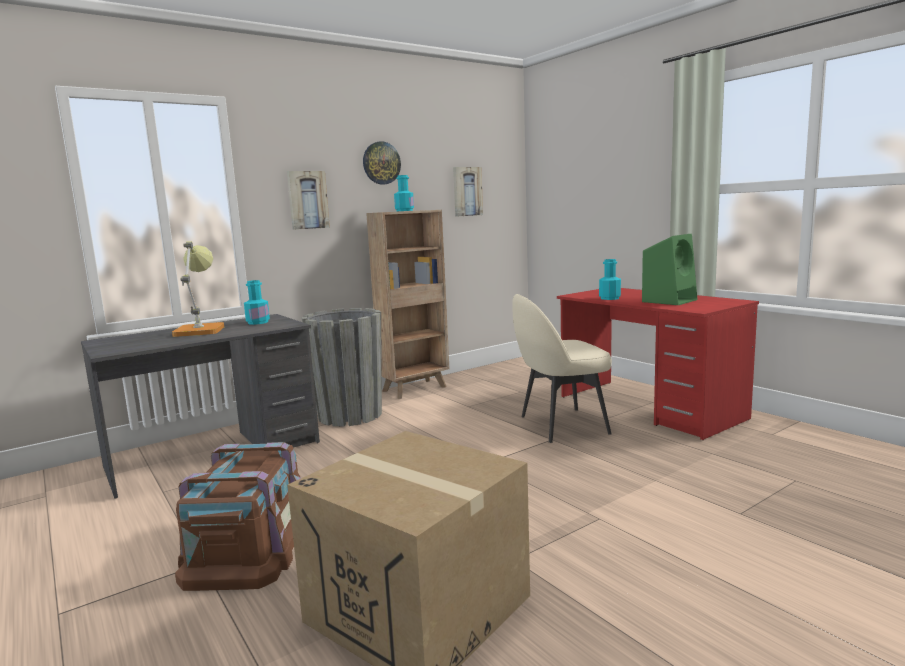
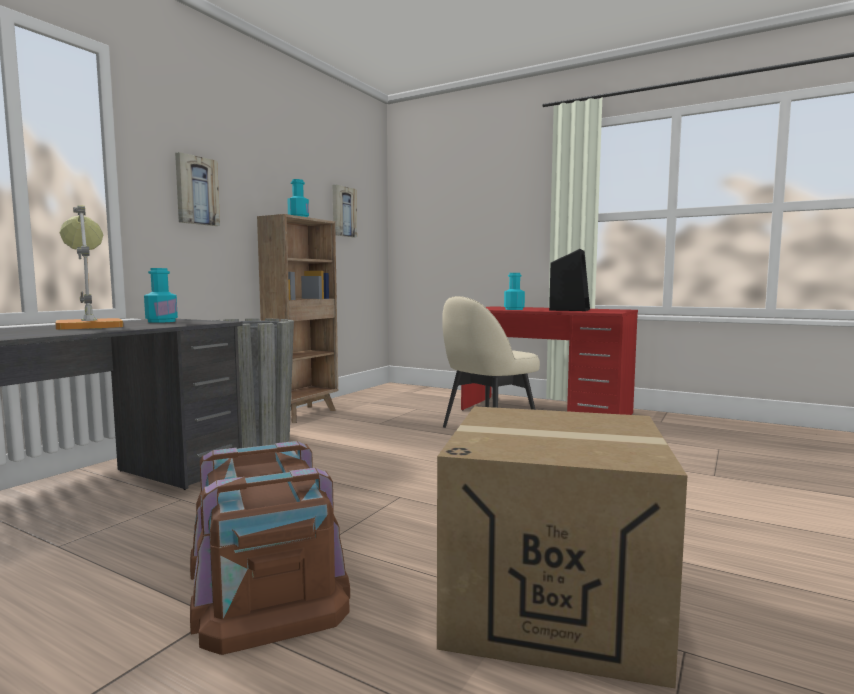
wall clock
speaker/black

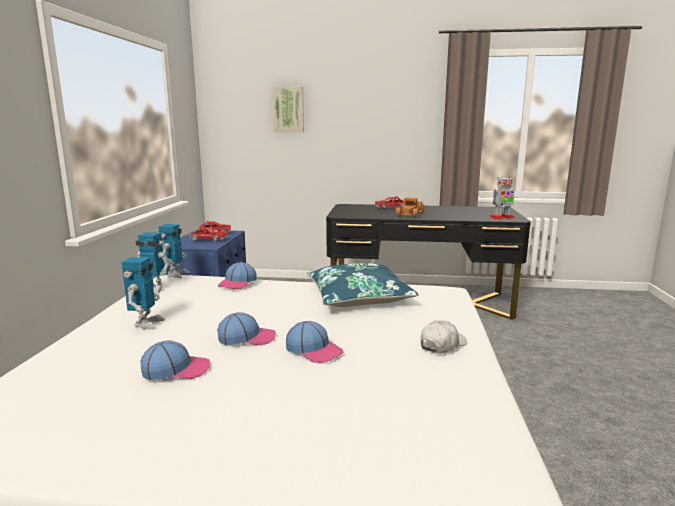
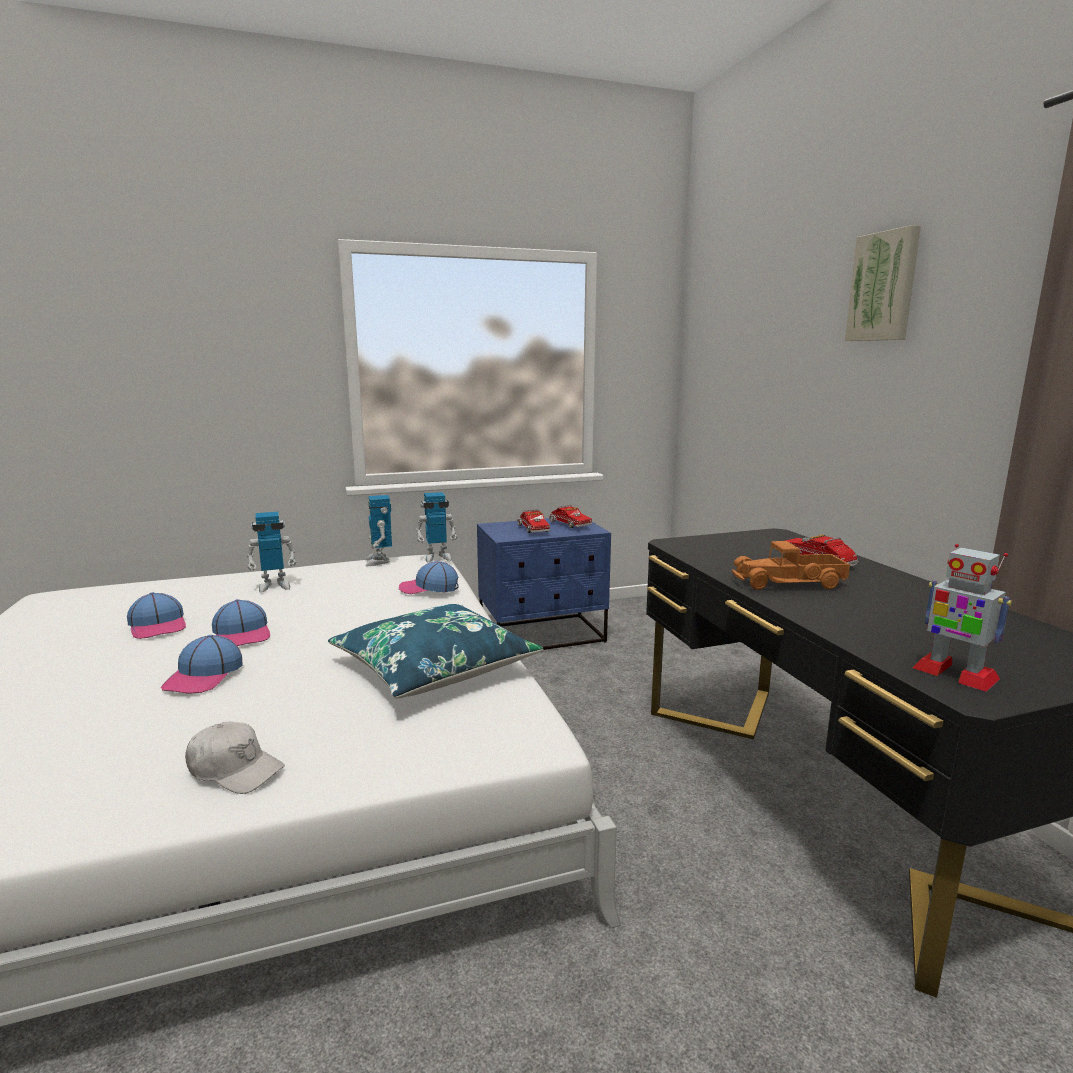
picture

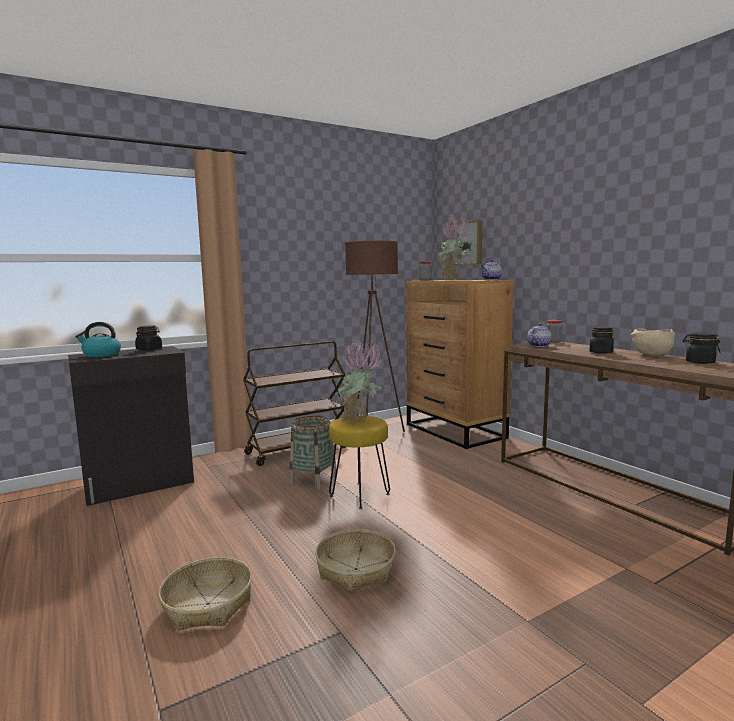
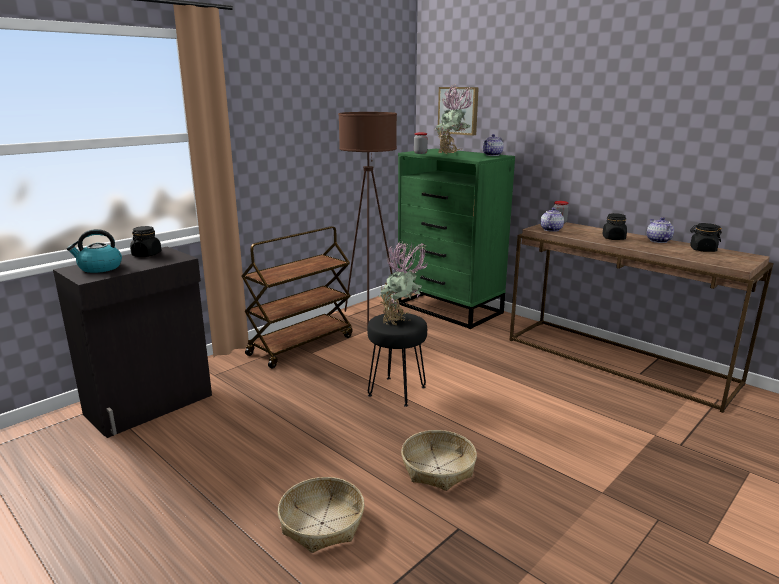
basket (no. 2 from left in the first image)
teapot (no. 3 from left)
stool/black
dresser/green

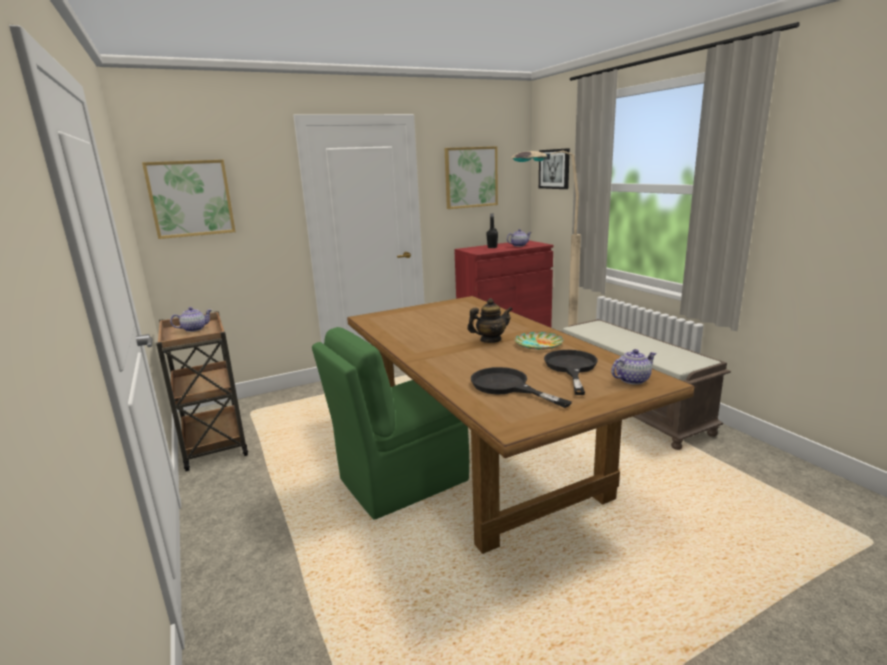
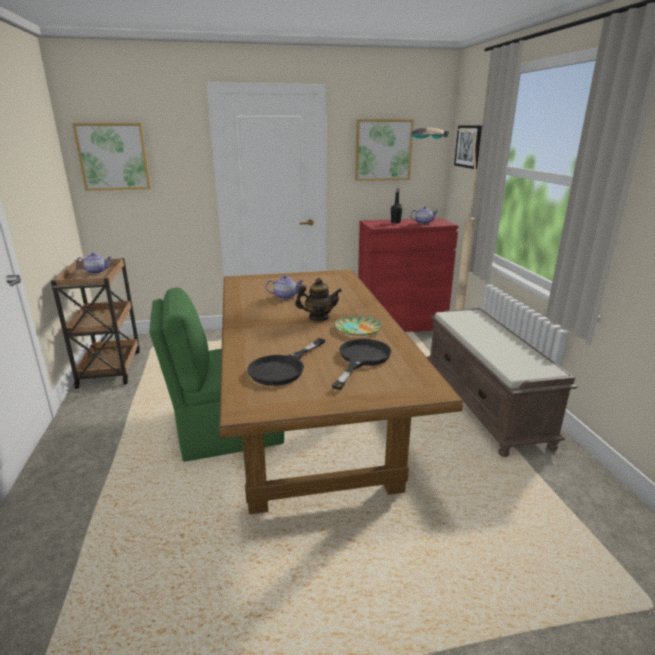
teapot (no. 2 from left)
frying pan/black (no. 1 from left)

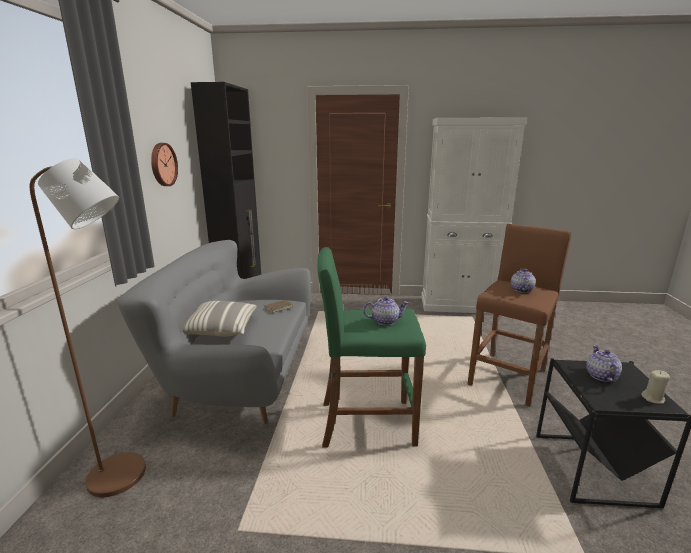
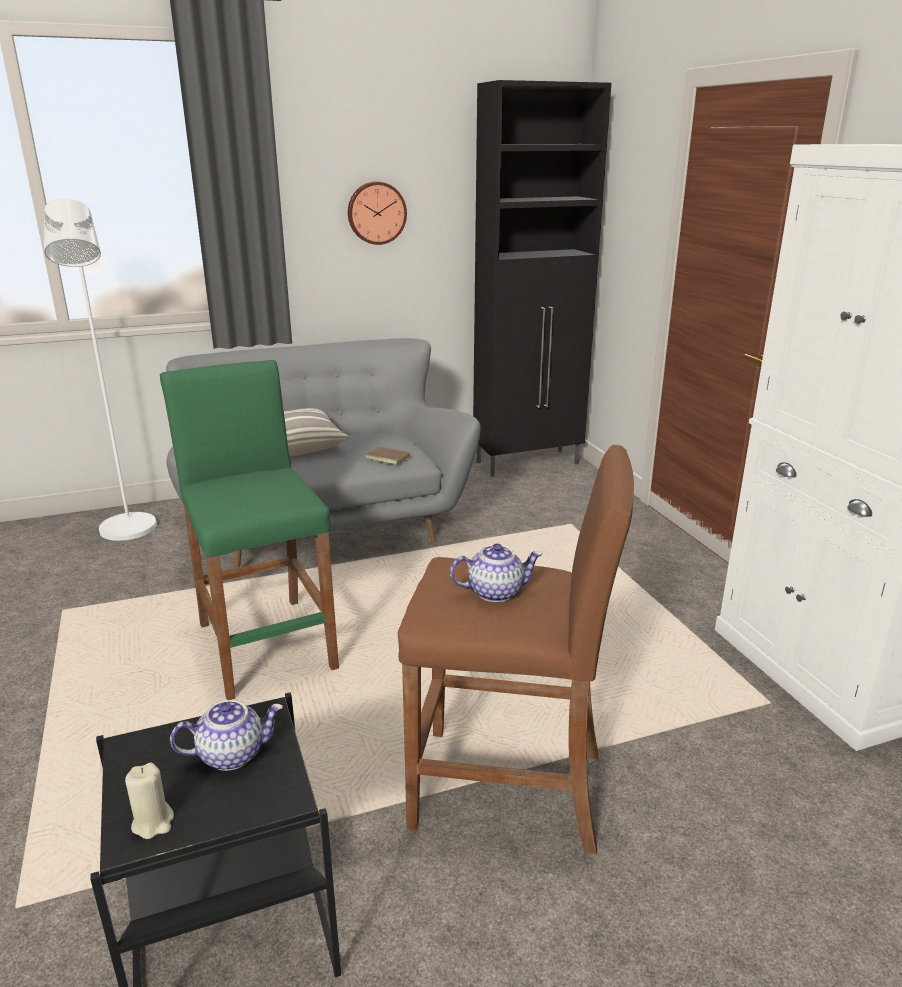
teapot (no. 1 from left in the first image)
floor lamp/white

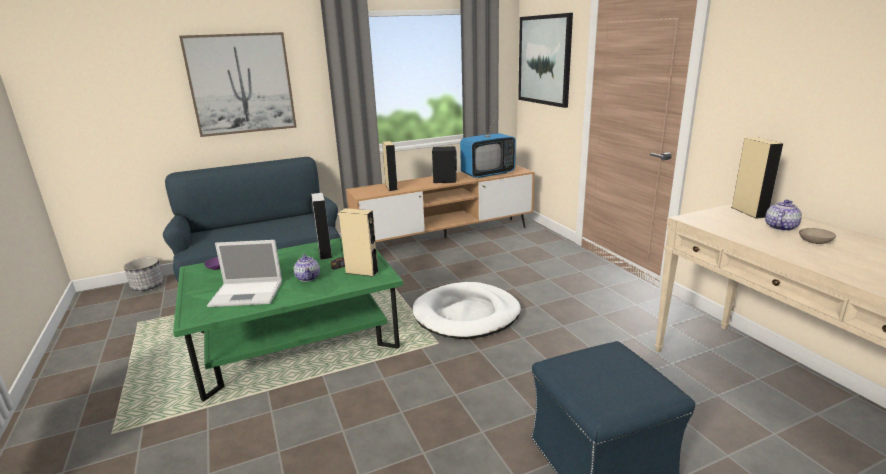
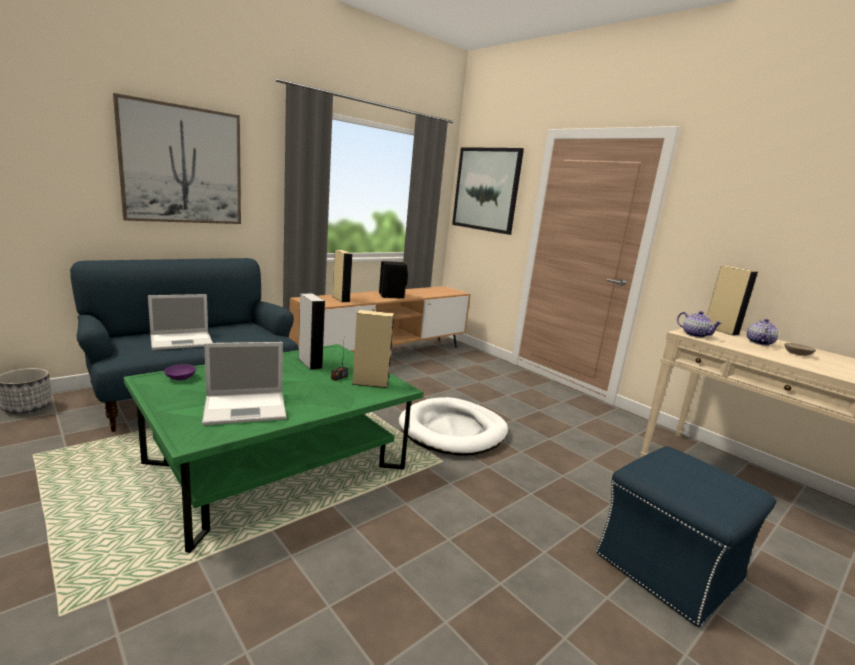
television
laptop (no. 1 from left)
teapot (no. 1 from left)

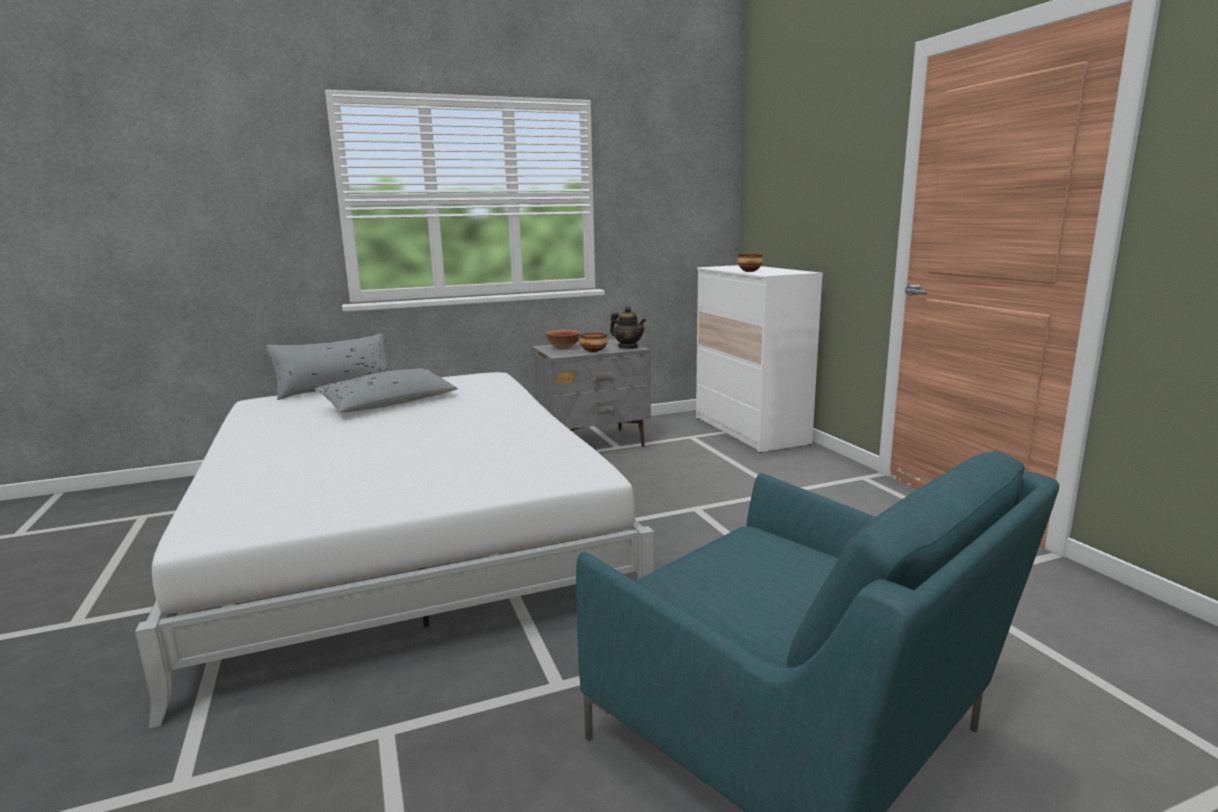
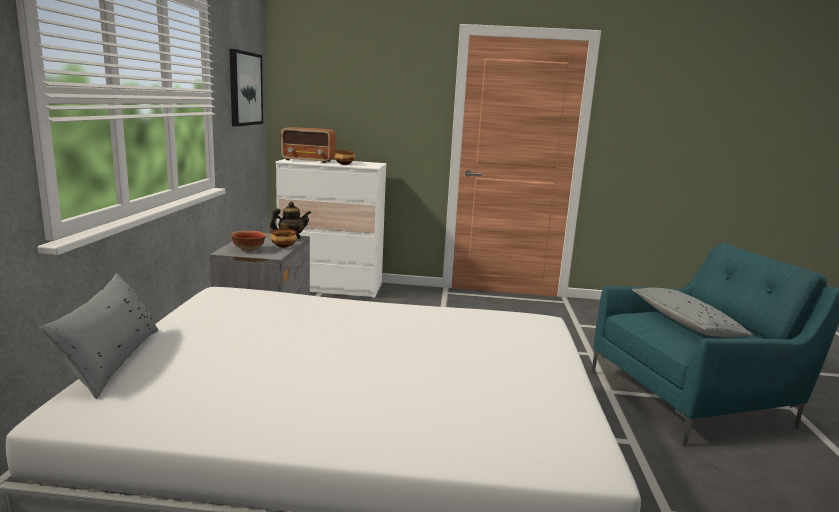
picture
radio
pillow/grey (no. 2 from left)

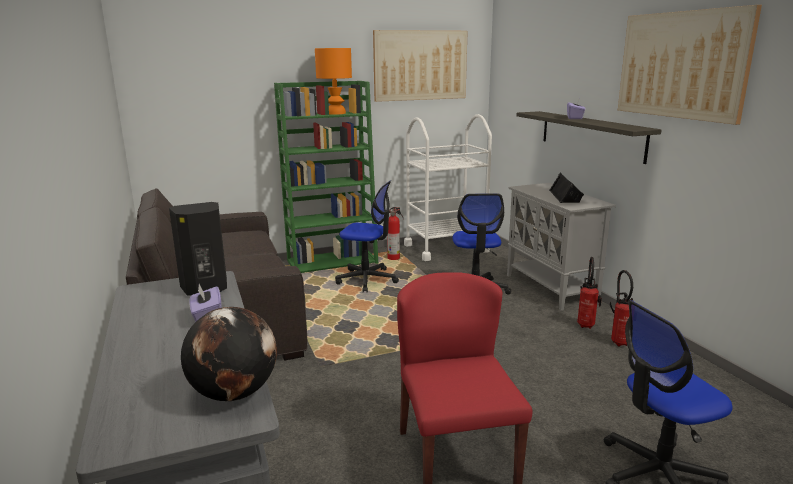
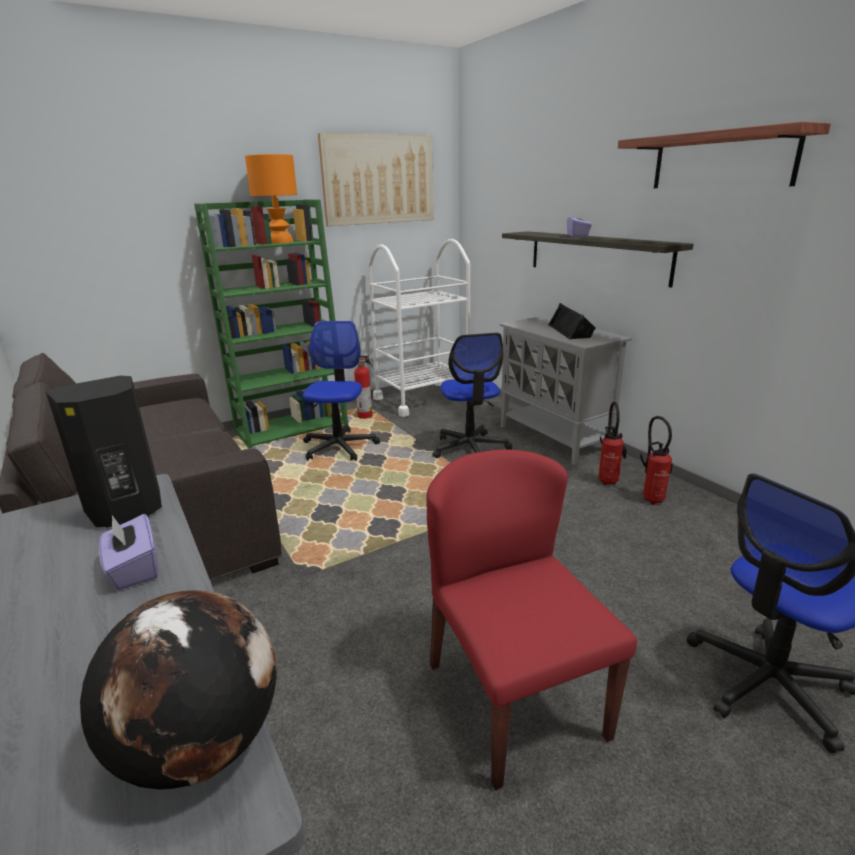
shelf (no. 2 from left)
office chair (no. 1 from left)

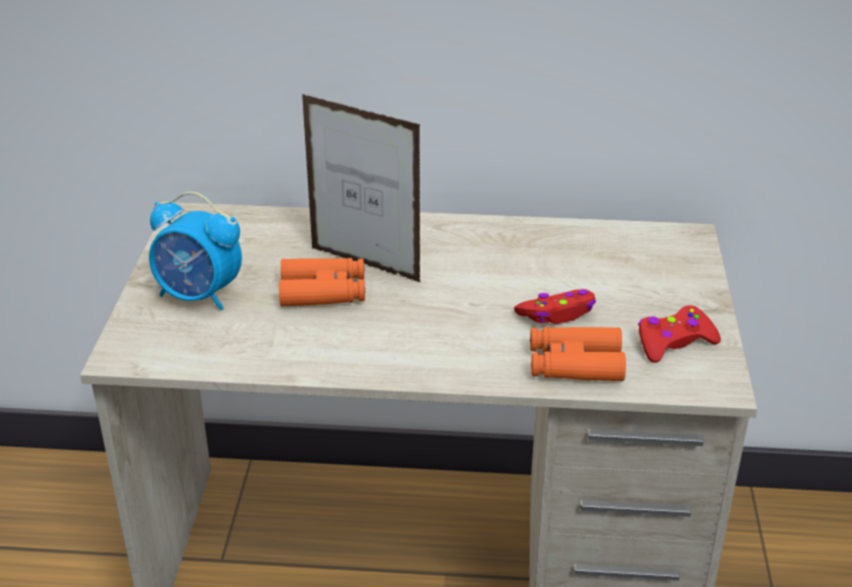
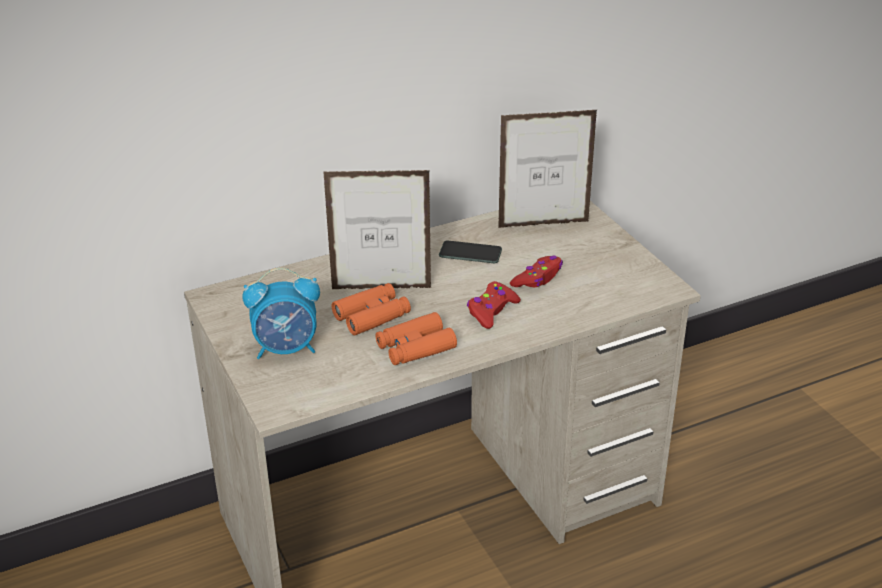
phone
picture frame (no. 2 from left)
binoculars/orange (no. 2 from left)
game controller/red (no. 1 from left)

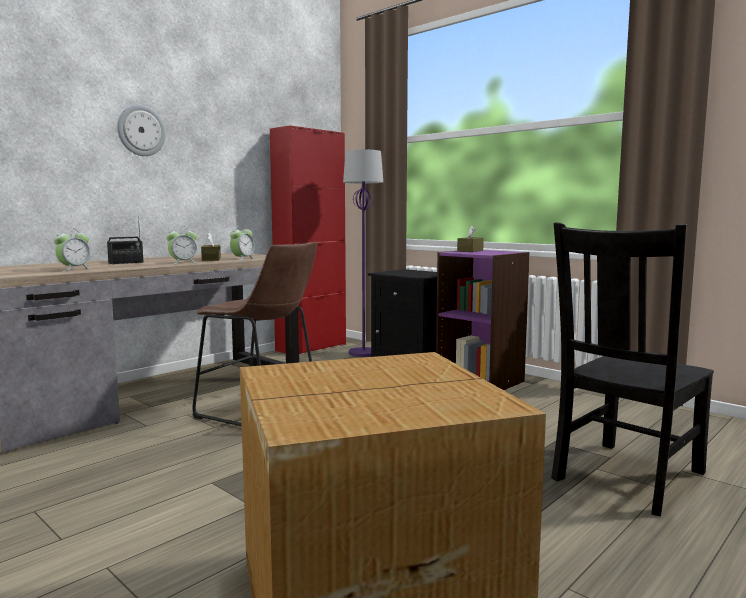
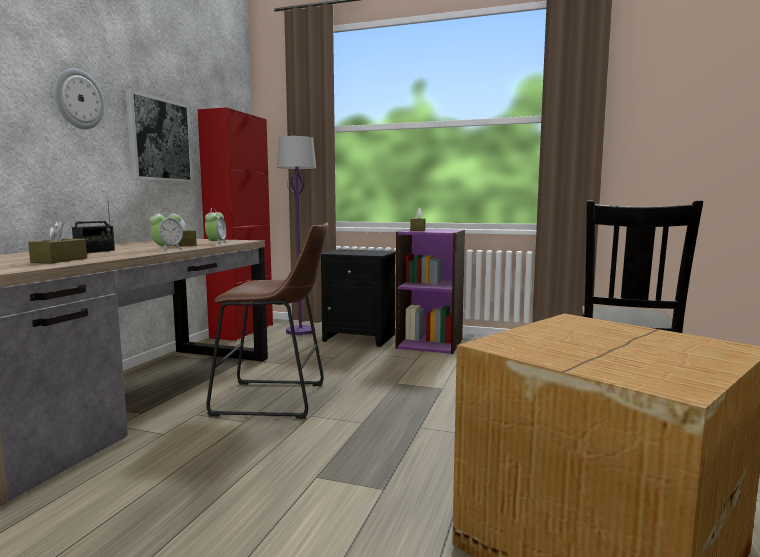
picture
tissue box/brown (no. 1 from left)

